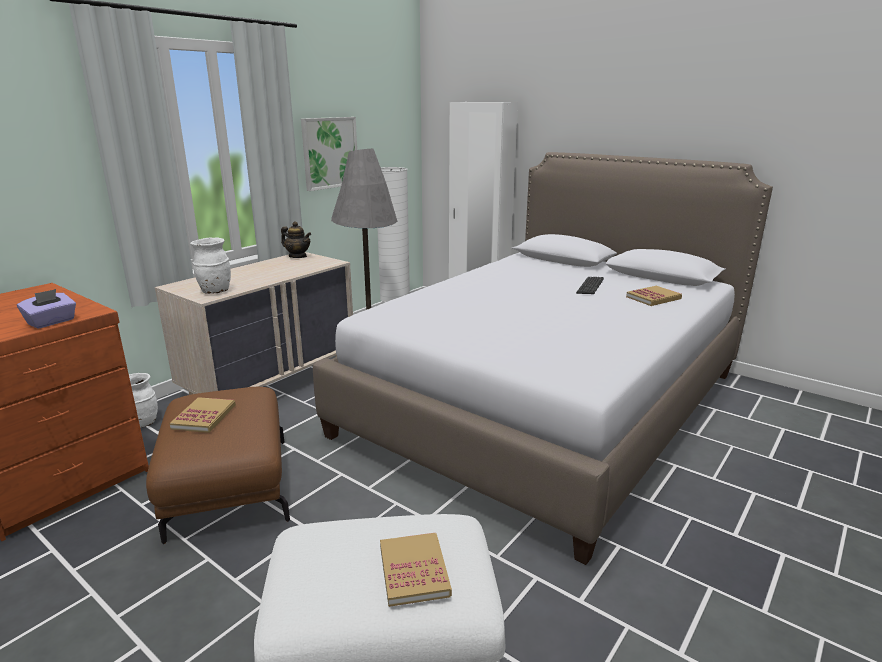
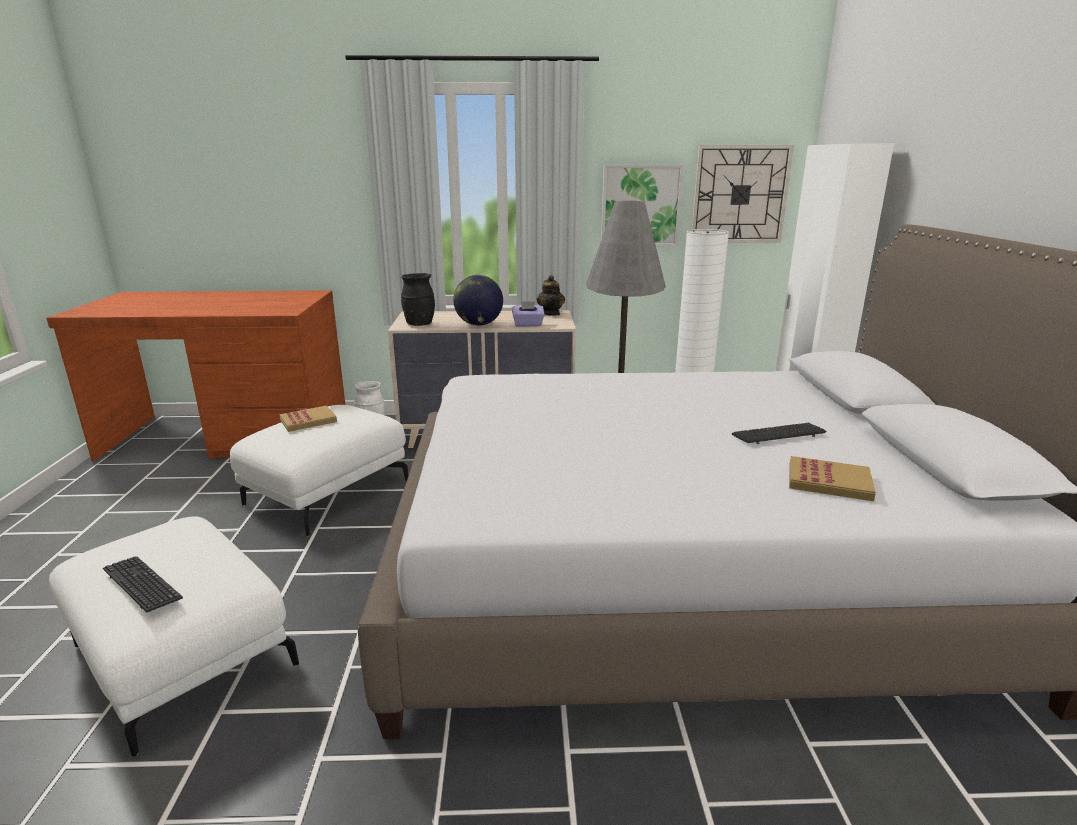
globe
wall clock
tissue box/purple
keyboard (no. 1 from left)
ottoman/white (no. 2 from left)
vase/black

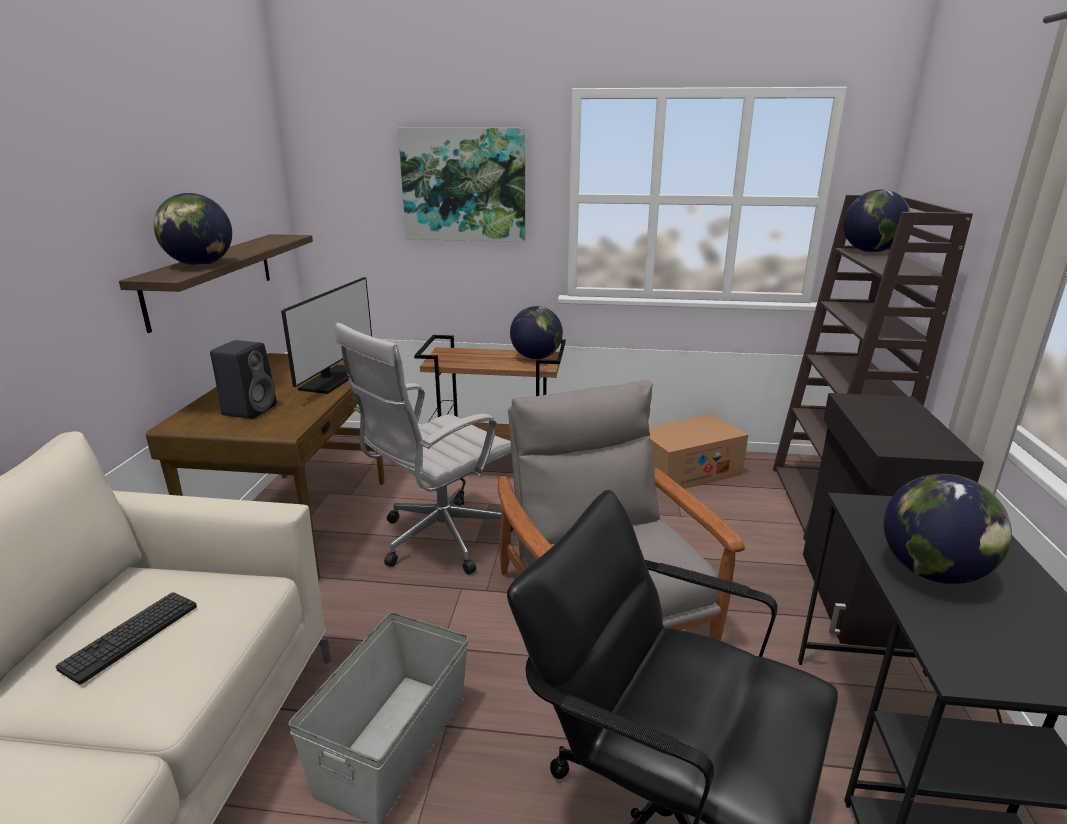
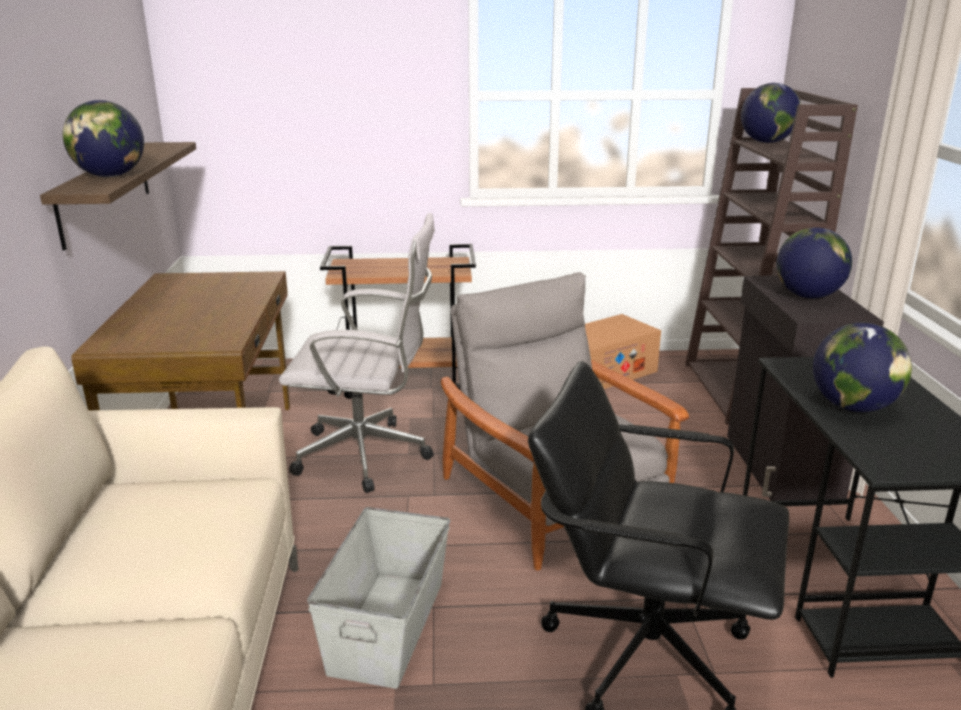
keyboard
speaker/black
monitor
picture
globe (no. 3 from left)
office chair/white

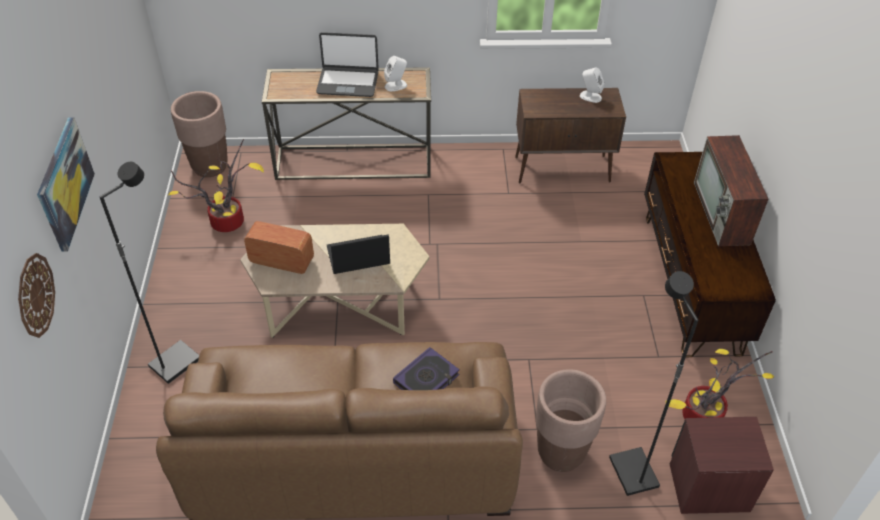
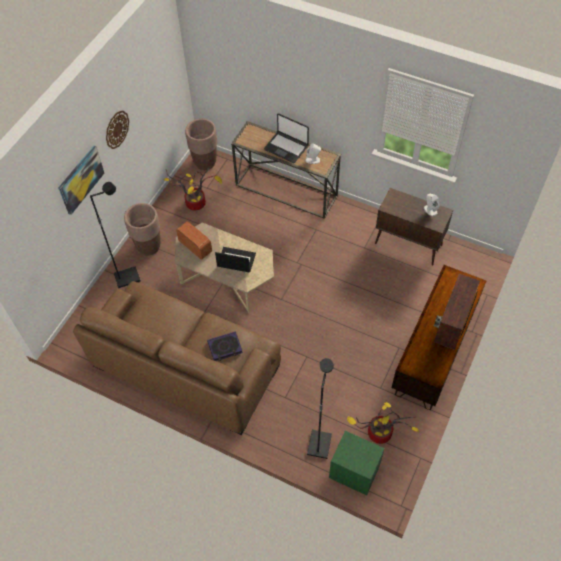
wall clock
planter/brown (no. 1 from left)
nightstand/green

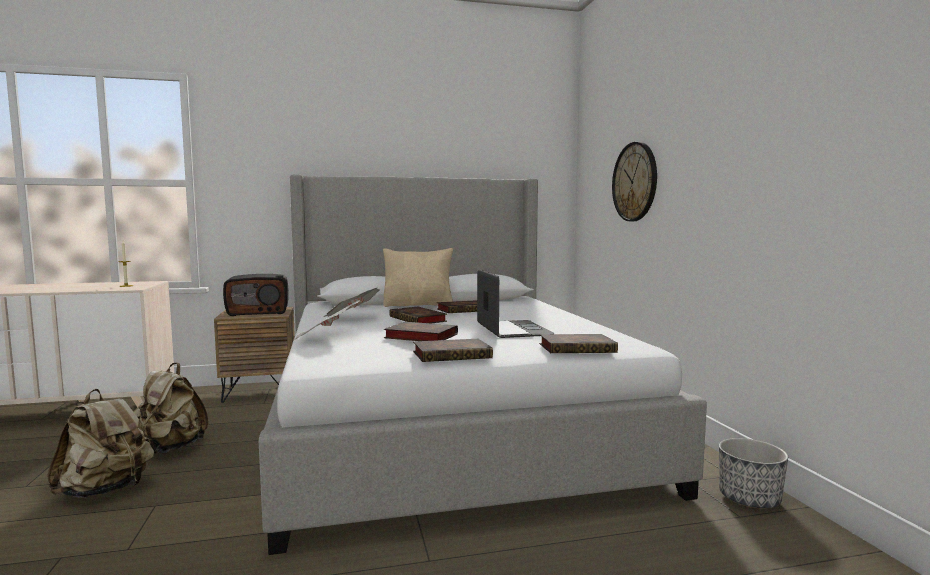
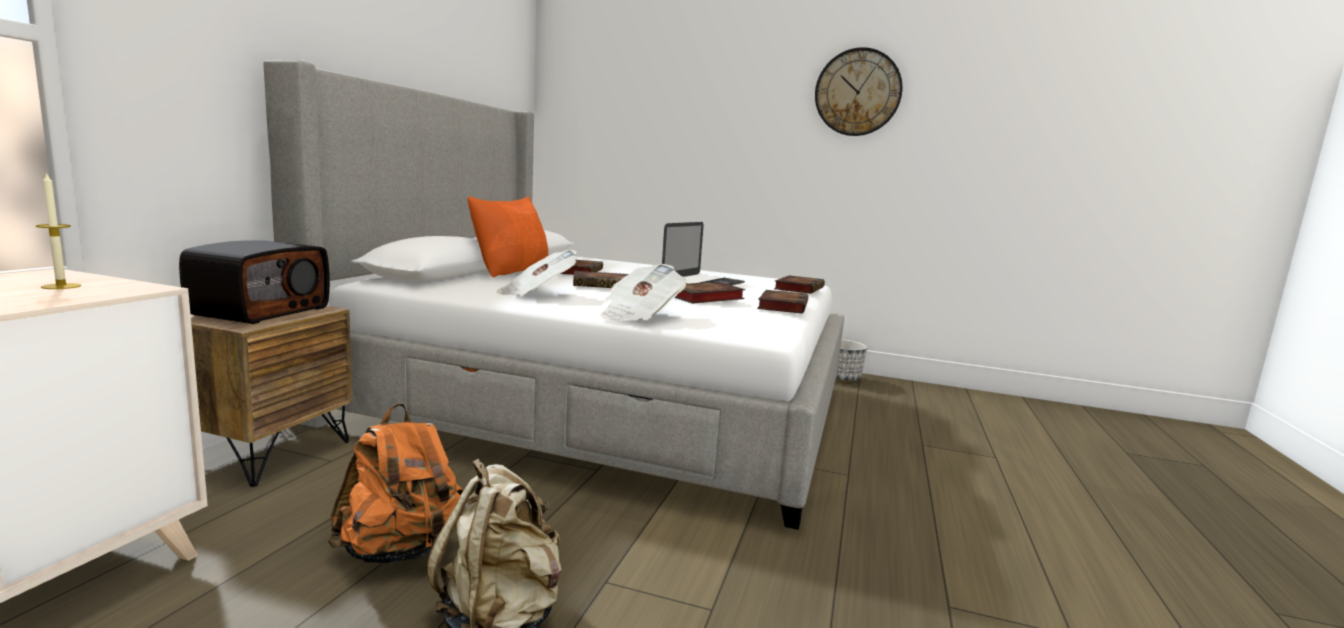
wall clock
backpack/orange
pillow/orange
laptop

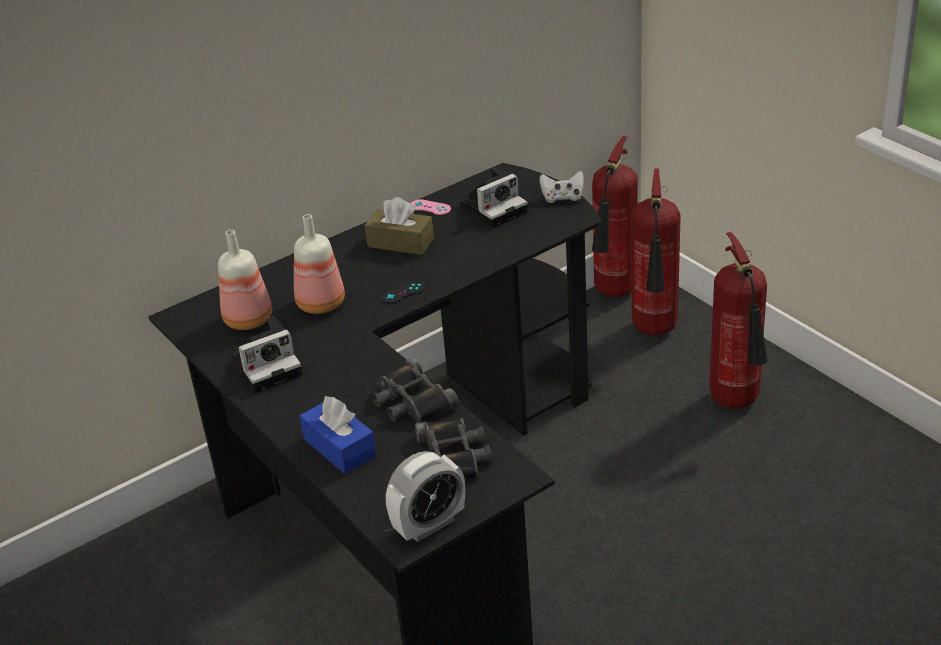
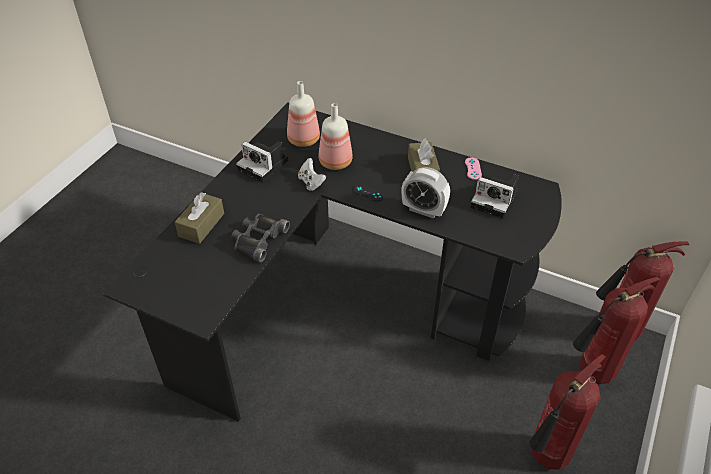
binoculars/black (no. 2 from left in the first image)
alarm clock
game controller/white
tissue box/brown (no. 1 from left)

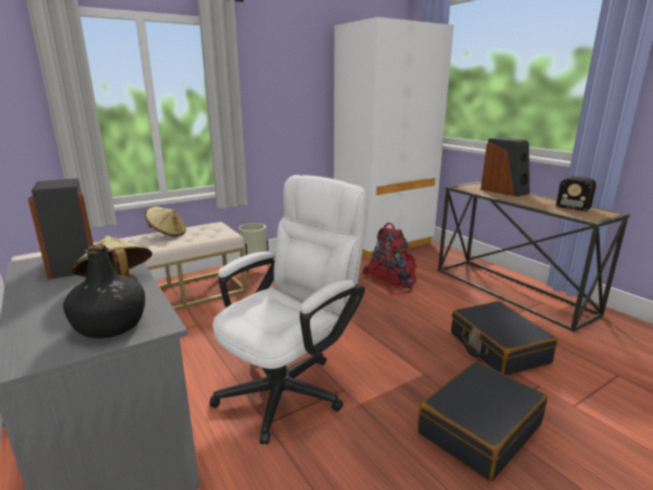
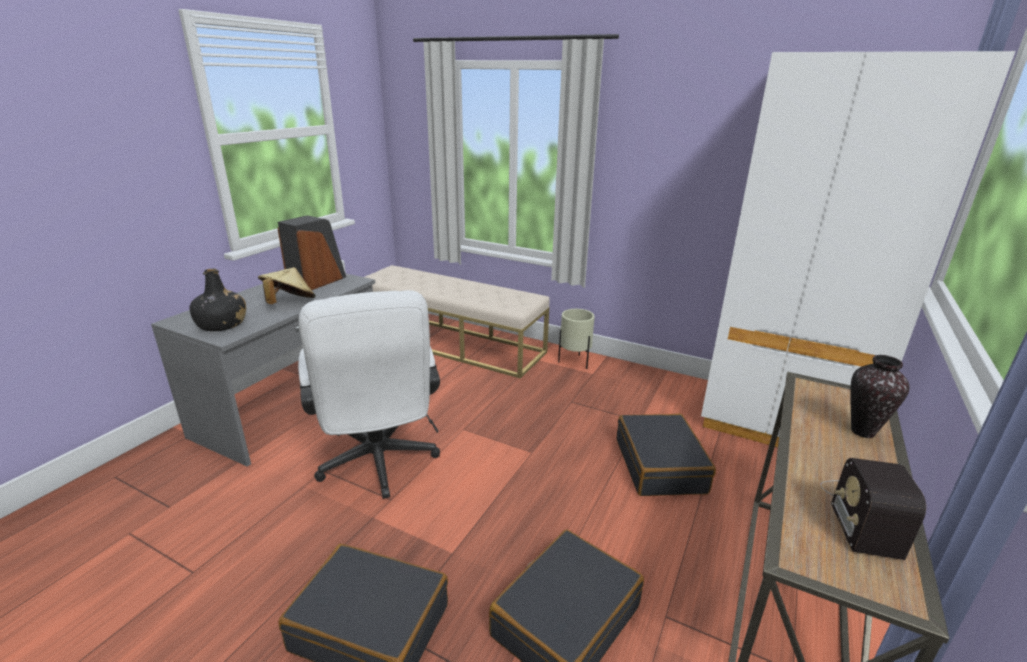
hat/beige (no. 2 from left in the first image)
suitcase/black (no. 3 from left)
vase
office chair/white

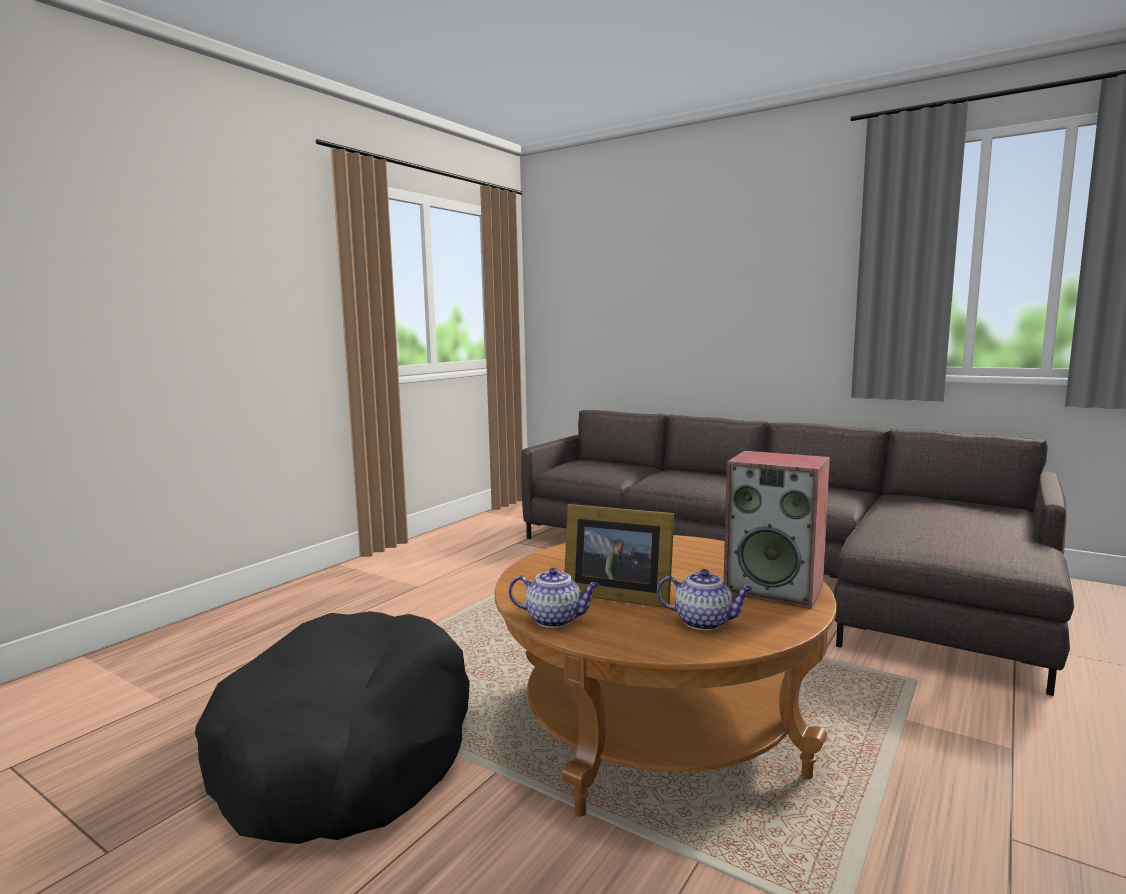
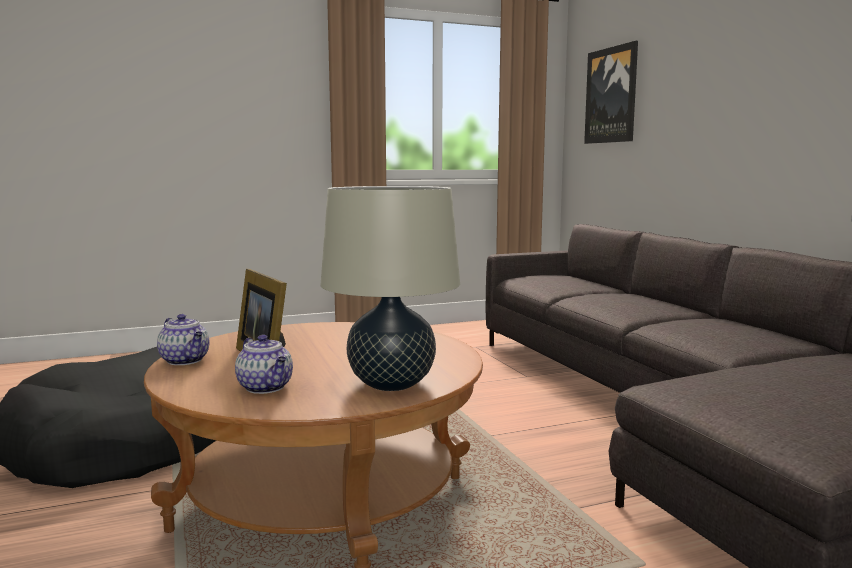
picture
table lamp/beige

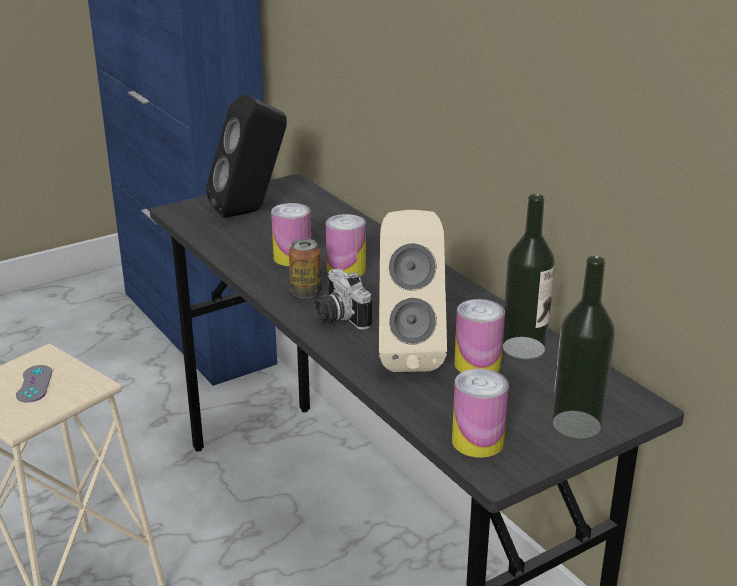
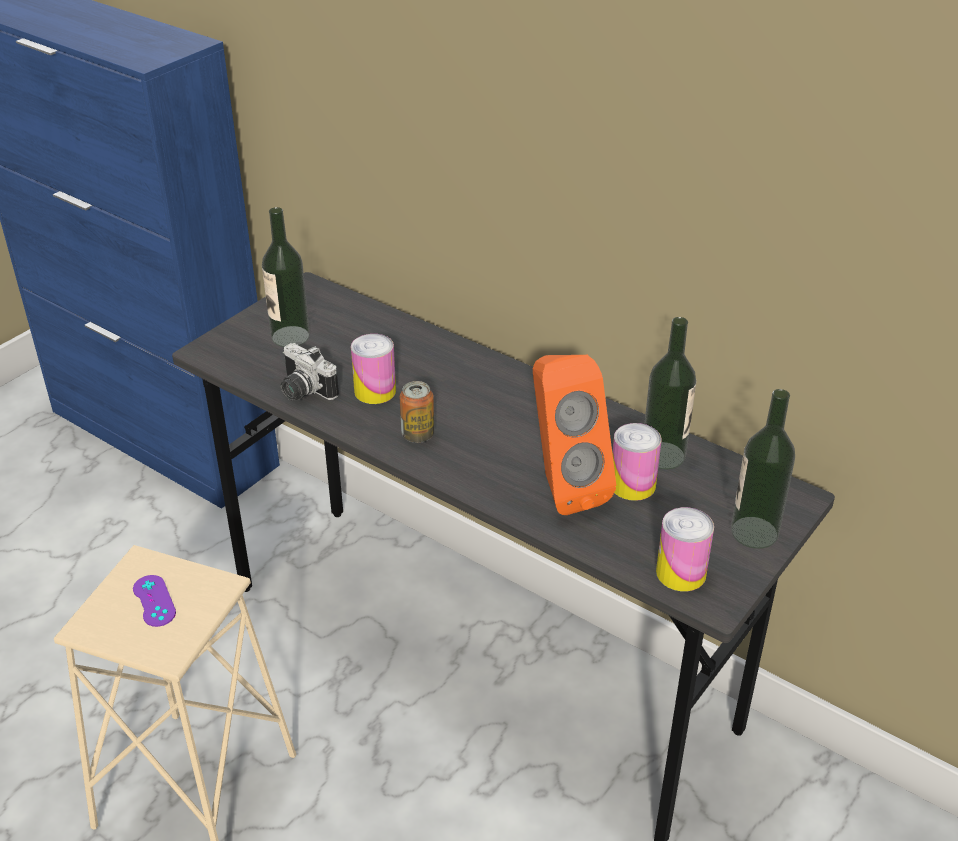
can (no. 3 from left in the first image)
photo camera
bottle (no. 1 from left)
game controller/purple
speaker/orange

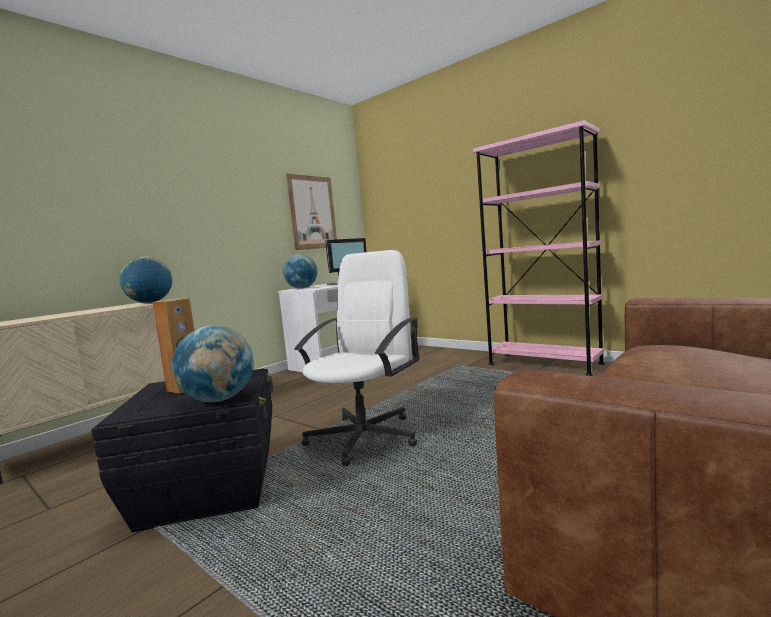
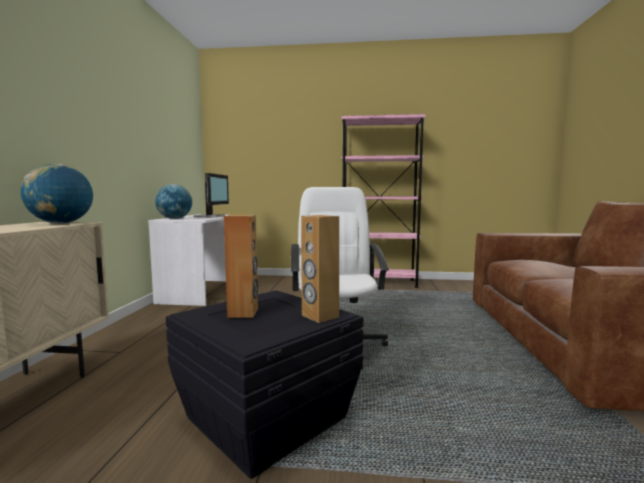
picture
speaker/brown (no. 2 from left)

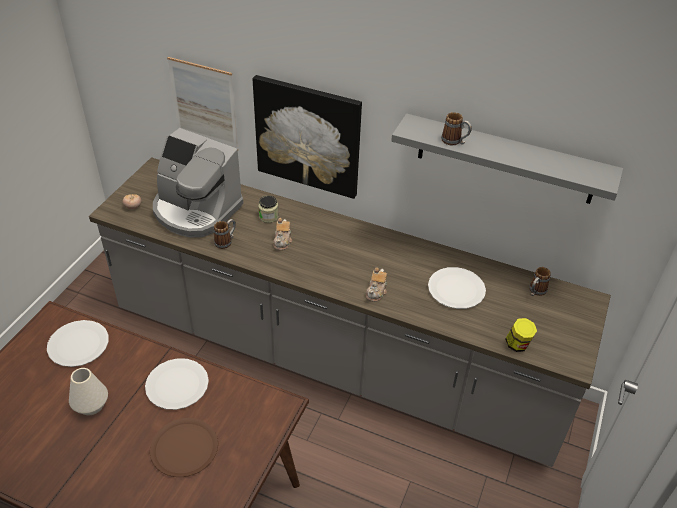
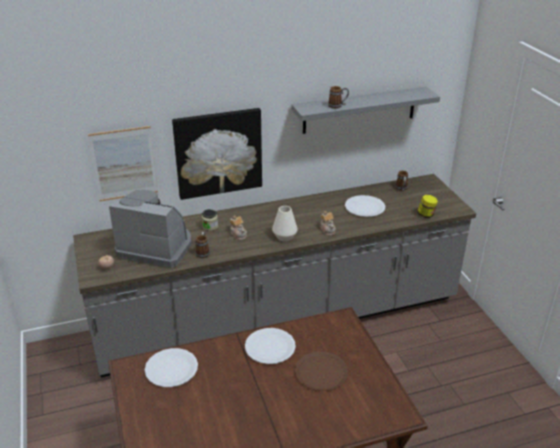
vase/white
coffee machine

